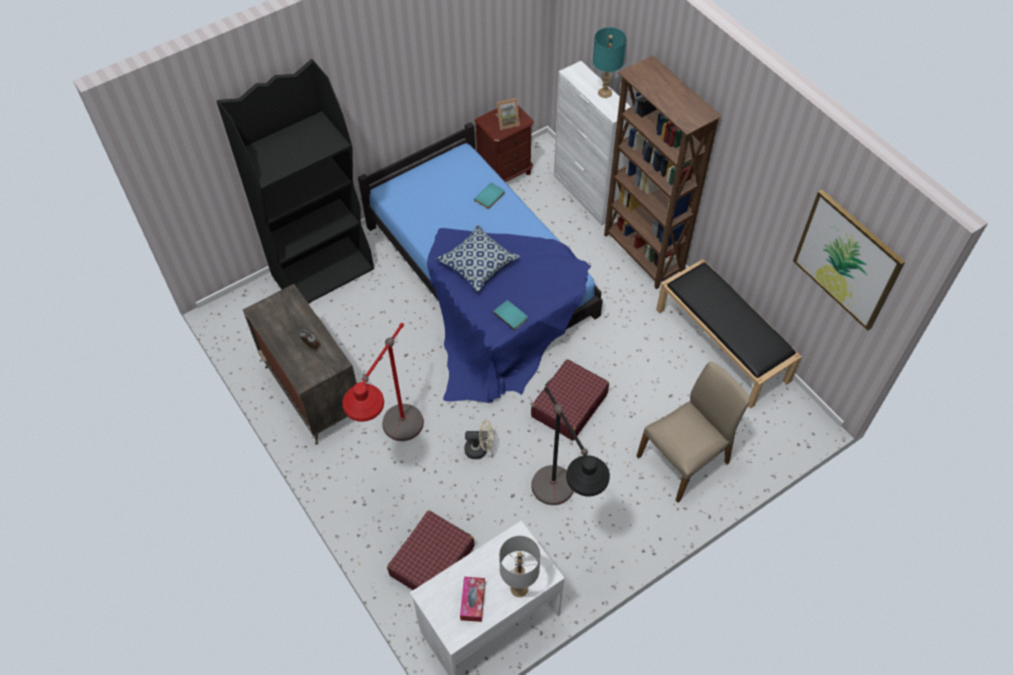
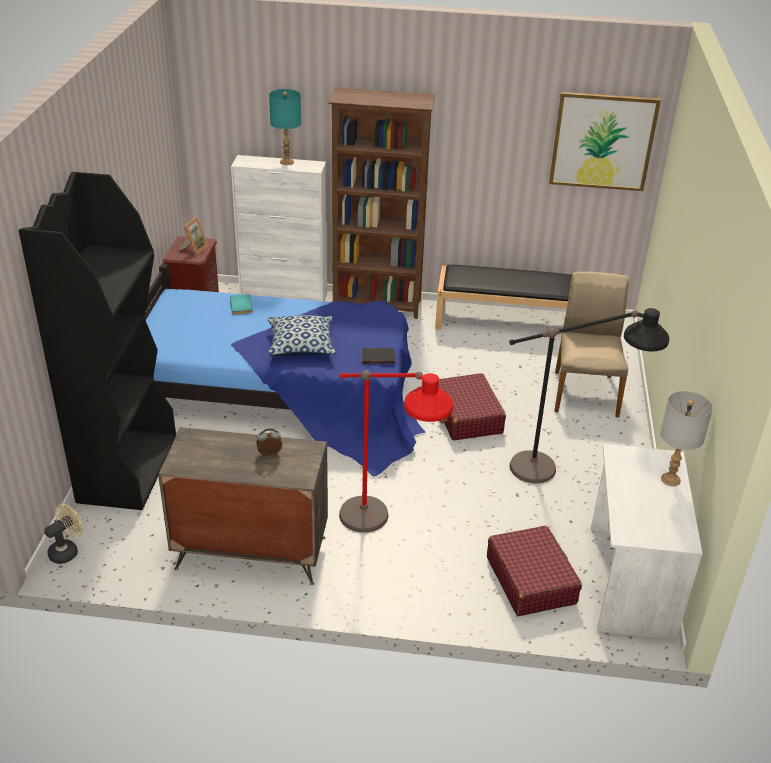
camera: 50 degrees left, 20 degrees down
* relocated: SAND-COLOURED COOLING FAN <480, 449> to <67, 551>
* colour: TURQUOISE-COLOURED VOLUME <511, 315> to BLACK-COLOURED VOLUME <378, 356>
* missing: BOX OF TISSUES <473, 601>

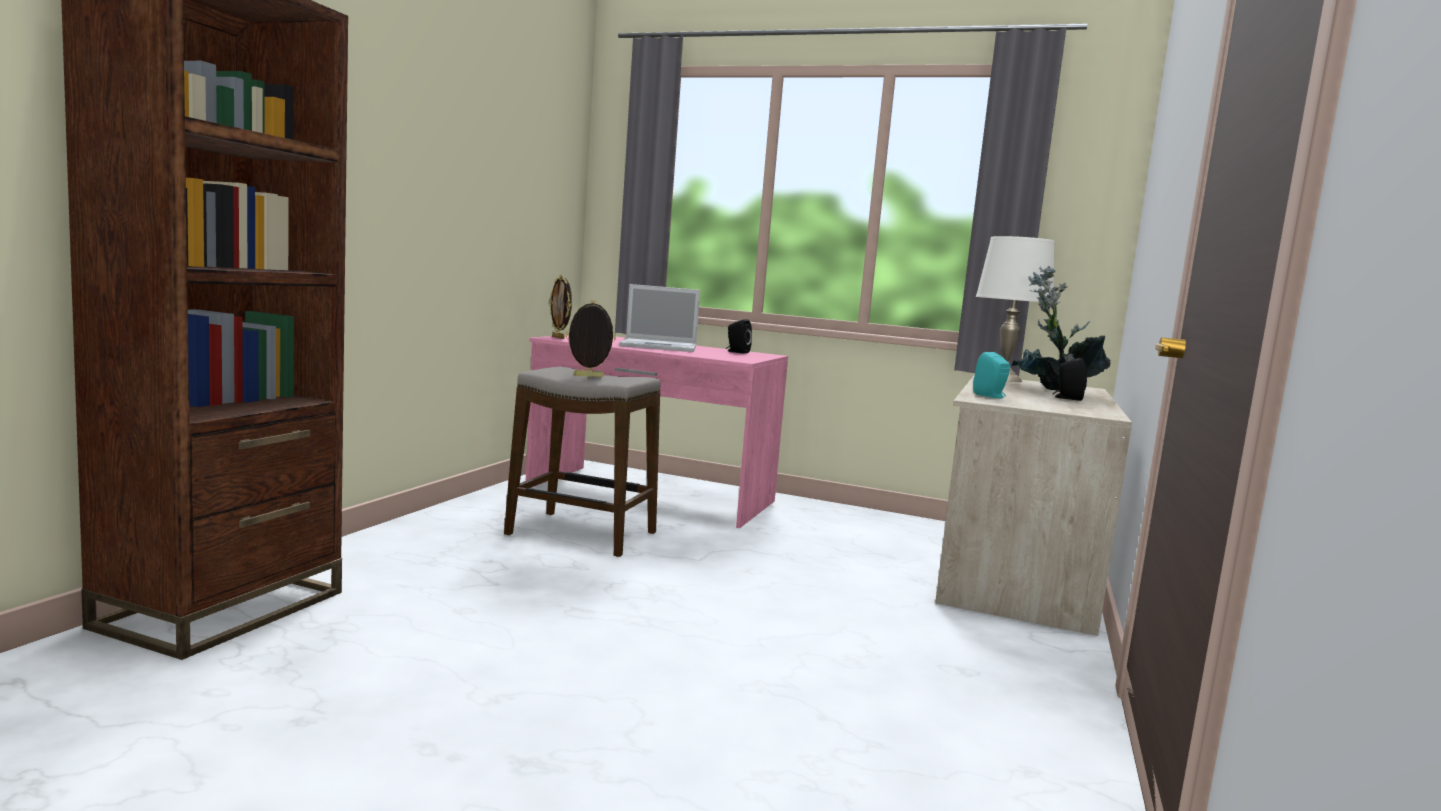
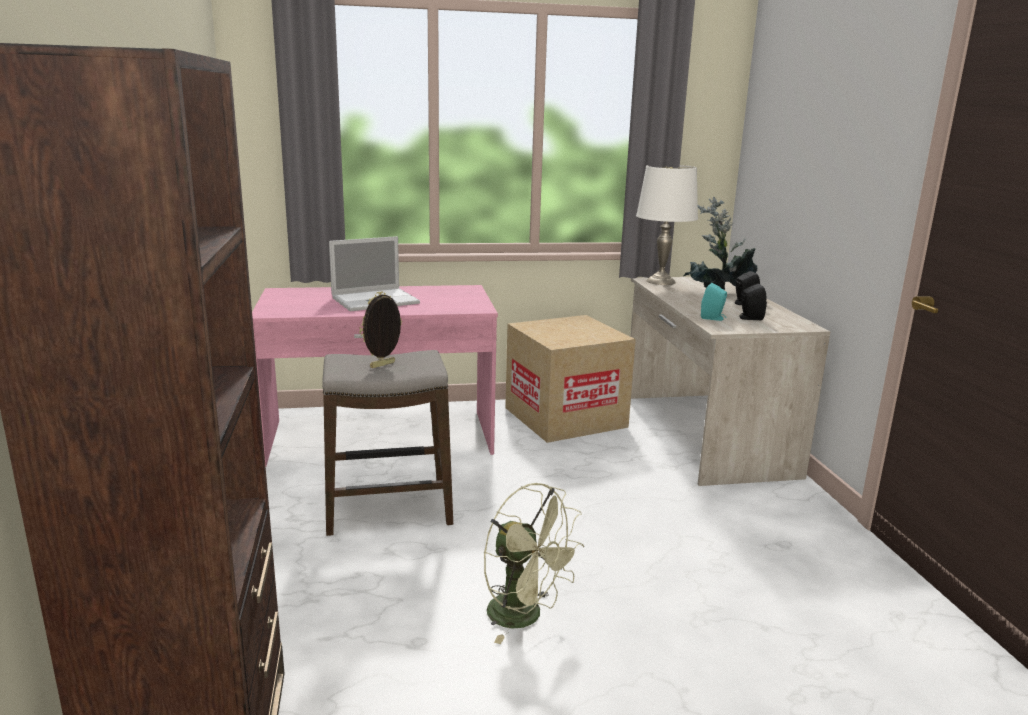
camera: 30 degrees left, 10 degrees up
* appeared: GREEN-COLOURED COOLING FAN <525, 617>
* appeared: CARTON <565, 417>
* relocated: BLACK-COLOURED LOUDSPEAKER <736, 352> to <749, 318>
* missing: PHOTO FRAME <559, 337>

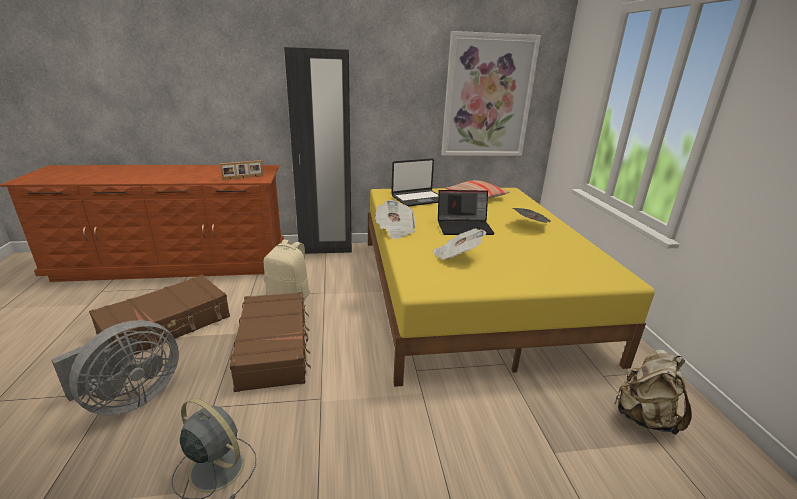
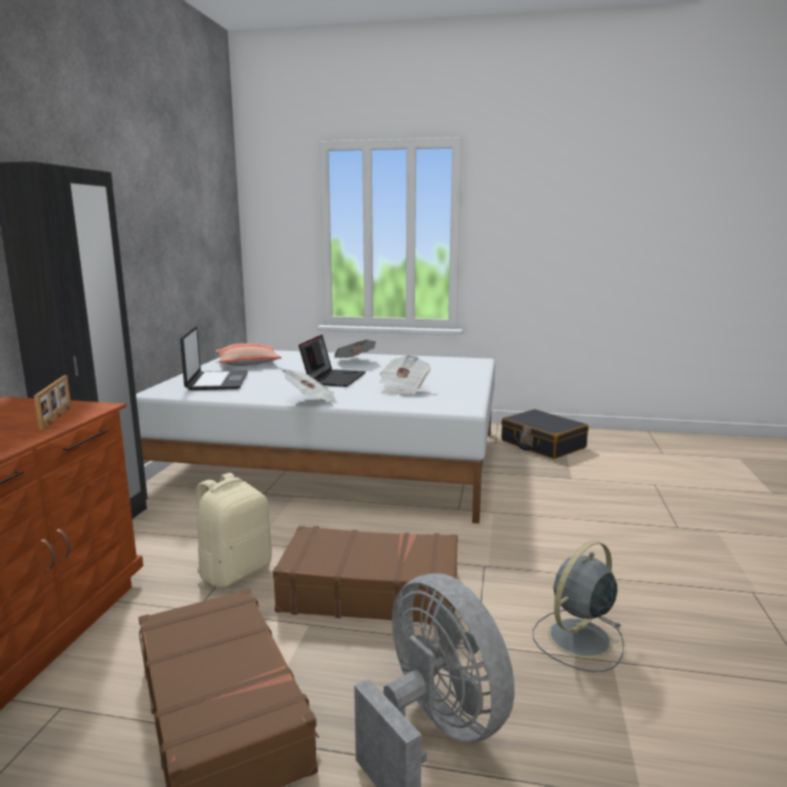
camera: 70 degrees left, 10 degrees down
* colour: YELLOW-COLOURED BEDROOM BED <469, 292> to WHITISH BEDROOM BED <335, 459>
* exchanged: SAND-COLOURED BACKPACK <644, 417> to BLACK-COLOURED PIECE OF LUGGAGE <542, 444>
* missing: PICTURE <488, 97>

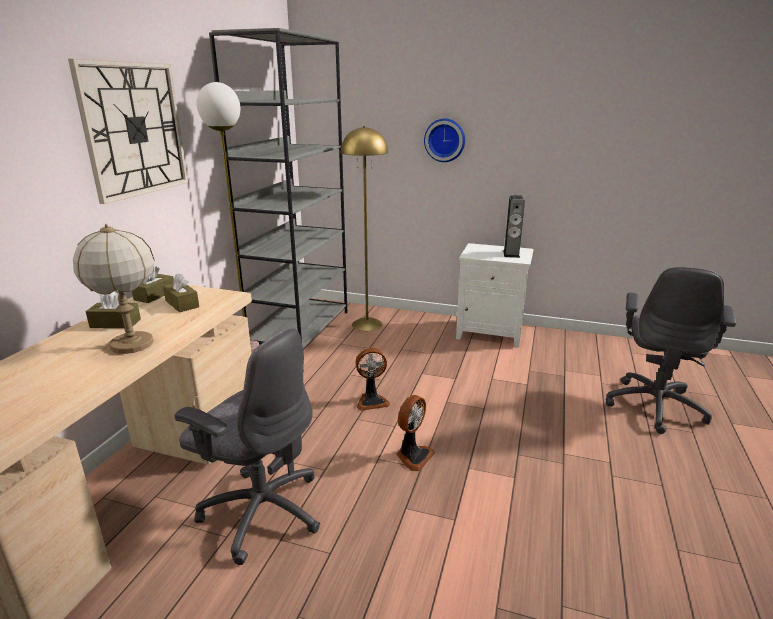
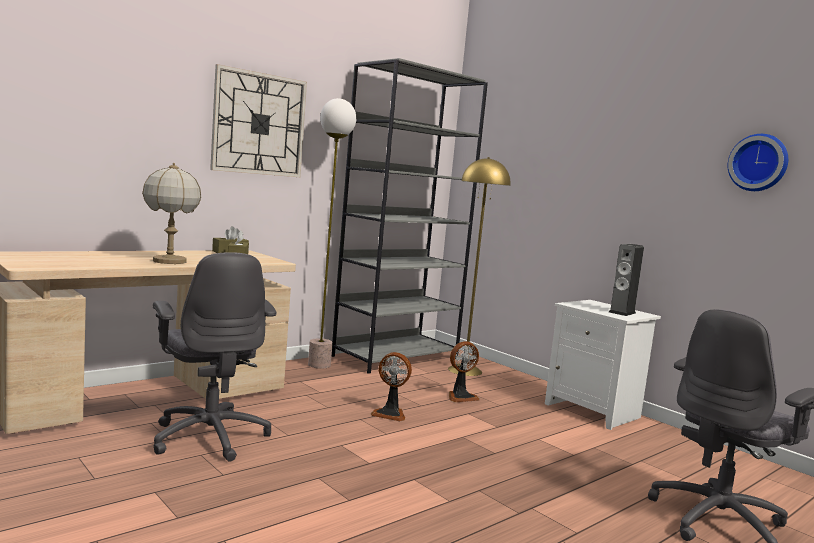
camera: 30 degrees right, 15 degrees down
* relocated: COOLING FAN <413, 456> to <460, 397>
* relocated: CLOCK ON THE WALL <445, 140> to <759, 163>
* missing: BROWN-COLOURED BOX OF TISSUES <115, 323>

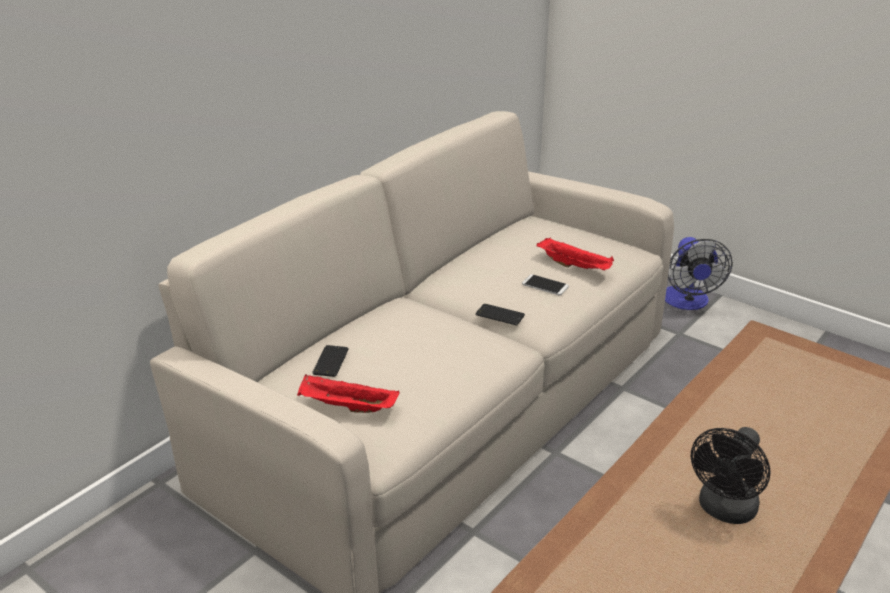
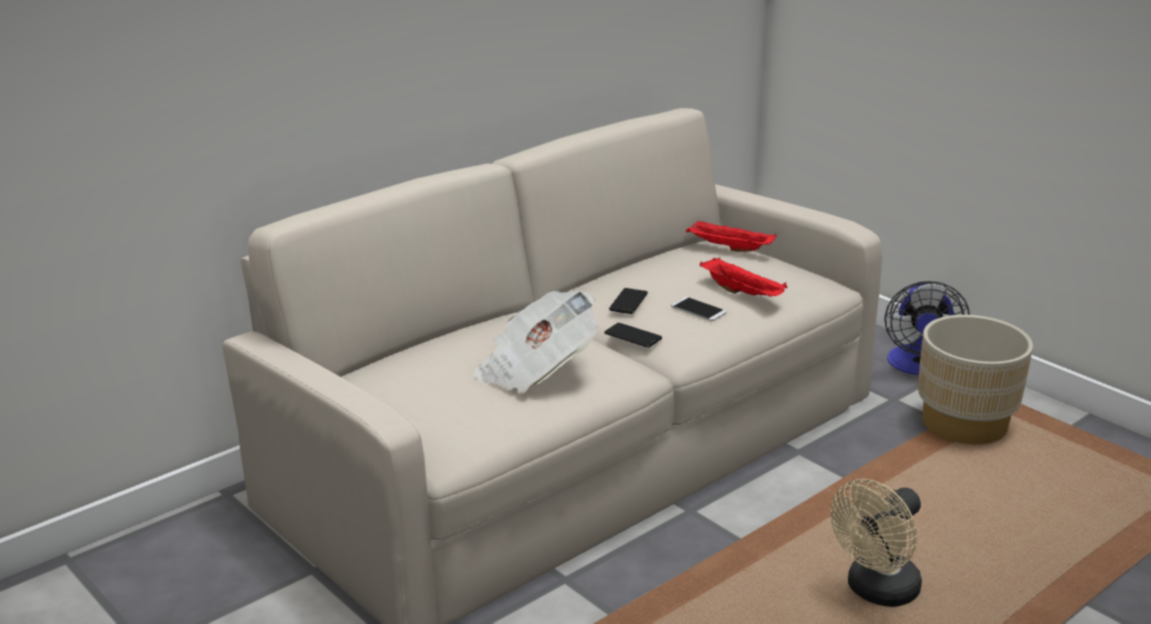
camera: 10 degrees right, 5 degrees down
* appeared: PRINTED PAPER <535, 370>
* relocated: TELEPHONE <330, 361> to <628, 302>
* relocated: REDDISH CARRYING TRAY <346, 407> to <727, 248>
* colour: BLACK-COLOURED COOLING FAN <724, 511> to SAND-COLOURED COOLING FAN <876, 592>
* appeared: SAND-COLOURED FLOWER POT <964, 424>

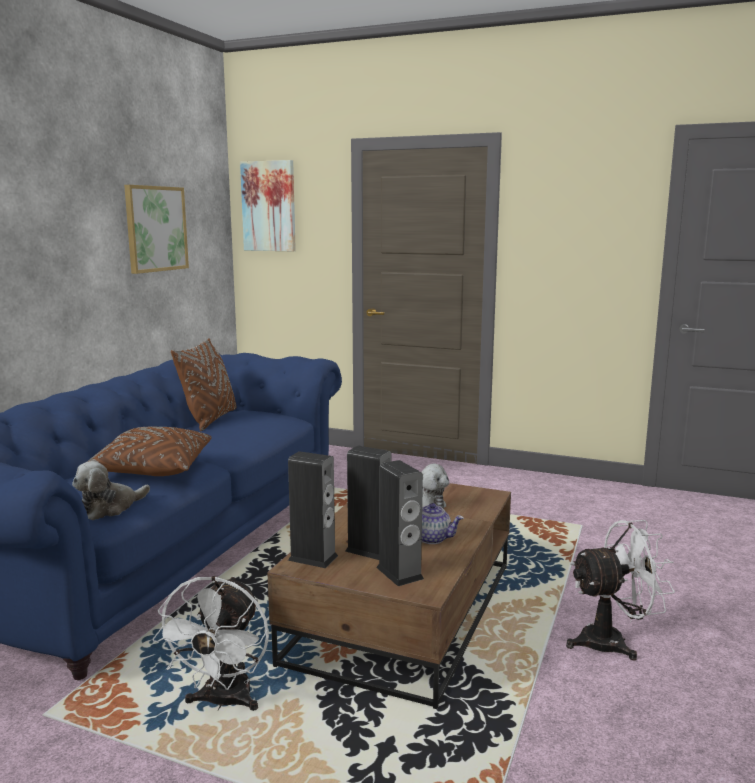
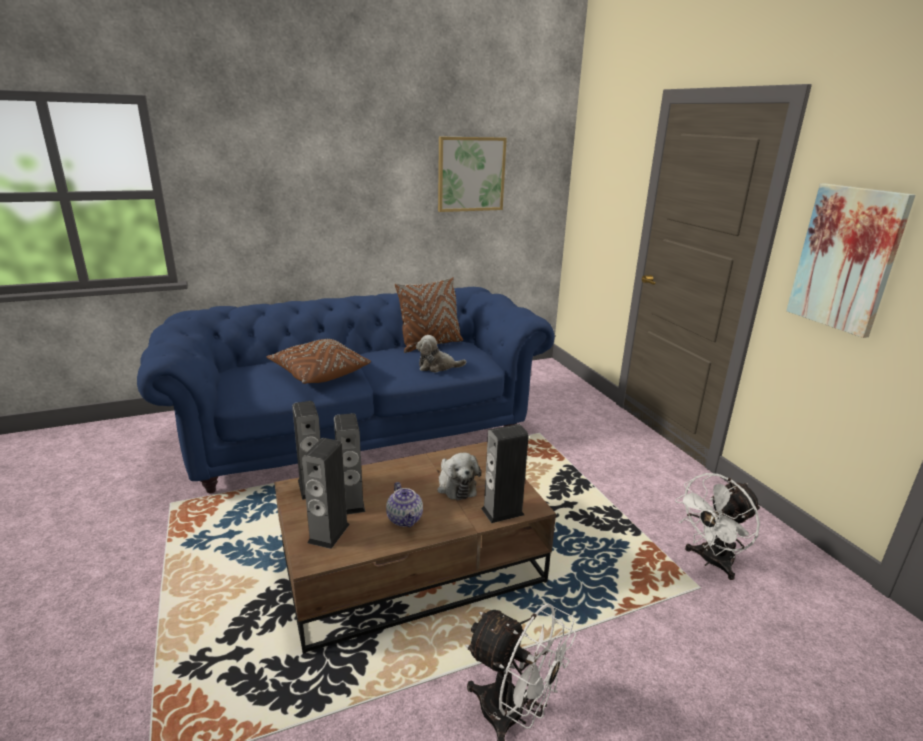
camera: 45 degrees right, 10 degrees up
* relocated: PLUSH TOY <110, 508> to <437, 366>
* appeared: LOUDSPEAKER <502, 511>
* relocated: WHITISH COOLING FAN <223, 702> to <710, 562>
* relocated: PICTURE <269, 206> to <846, 259>

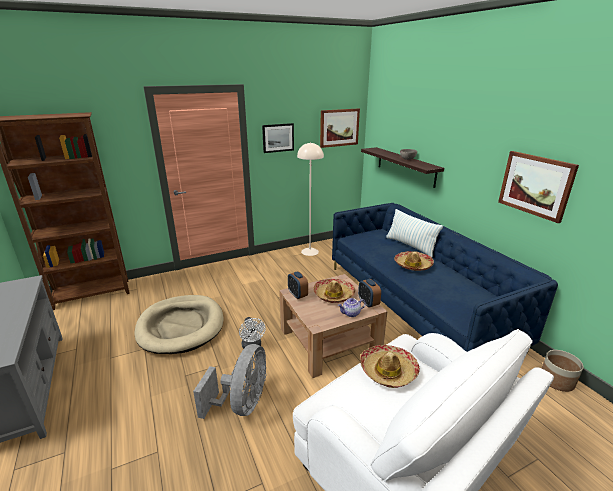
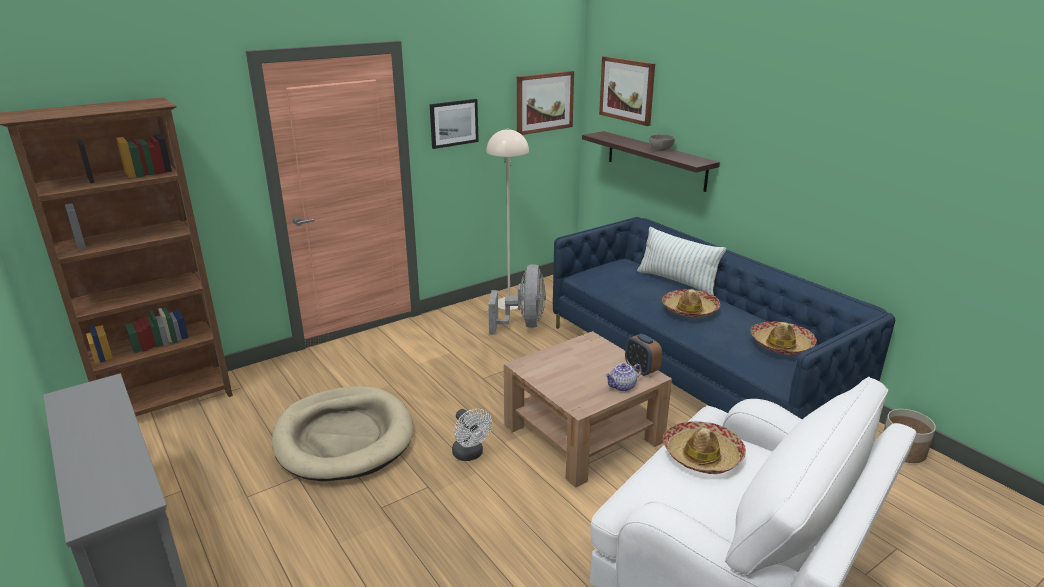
camera: 10 degrees left, 0 degrees up
* relocated: GRAY COOLING FAN <242, 403> to <523, 324>
* relocated: PICTURE <535, 185> to <627, 90>
* relocated: WEARABLE HAT <334, 295> to <781, 344>
* missing: ALARM CLOCK <297, 295>

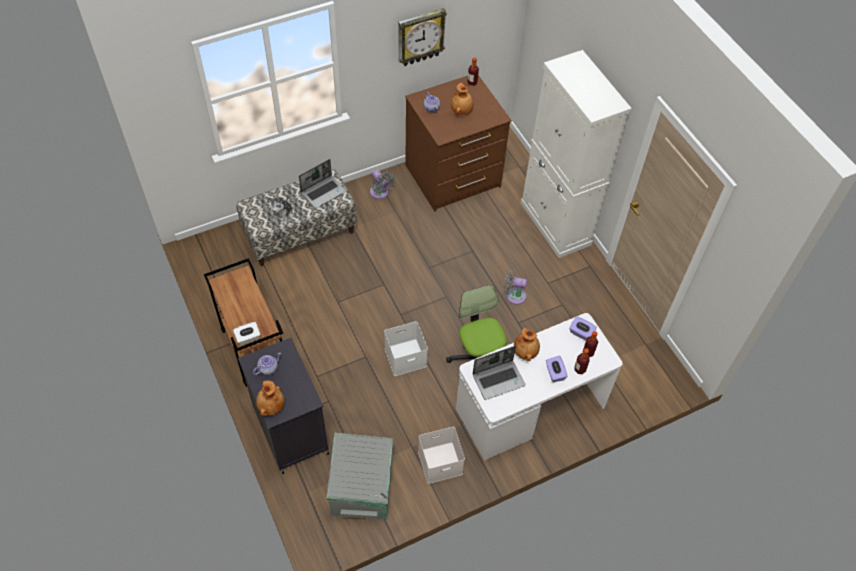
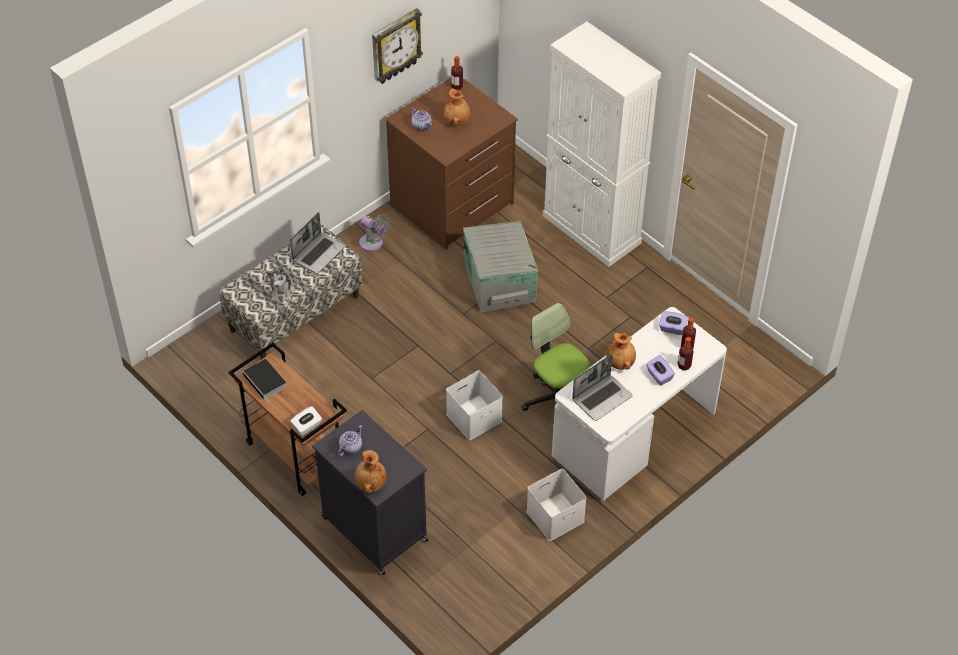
camera: 15 degrees left, 5 degrees down
* appeared: VOLUME <266, 382>
* relocated: GRAY STORAGE BIN <363, 485> to <500, 281>
* missing: GRAY COOLING FAN <513, 295>

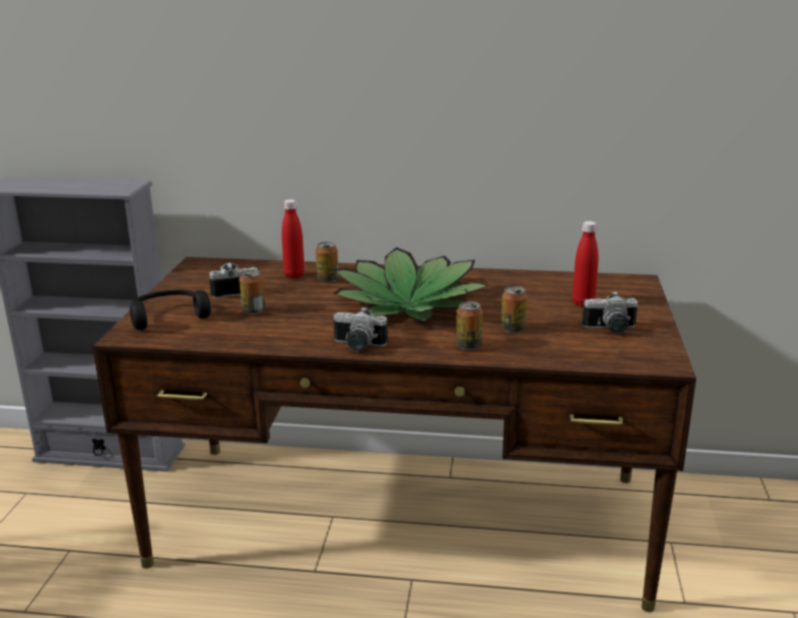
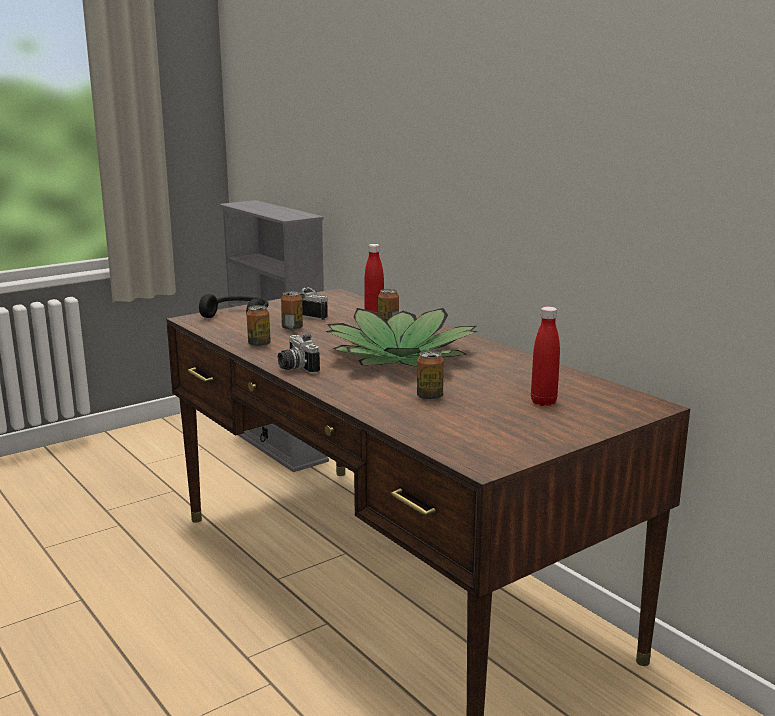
camera: 45 degrees right, 5 degrees down
* relocated: SEALED CAN <468, 346> to <259, 345>
* missing: STILL CAMERA <611, 330>

